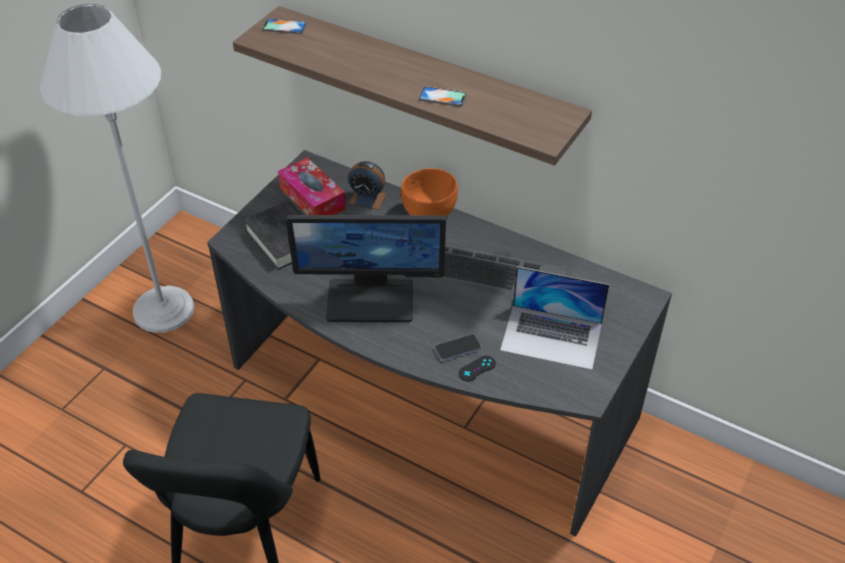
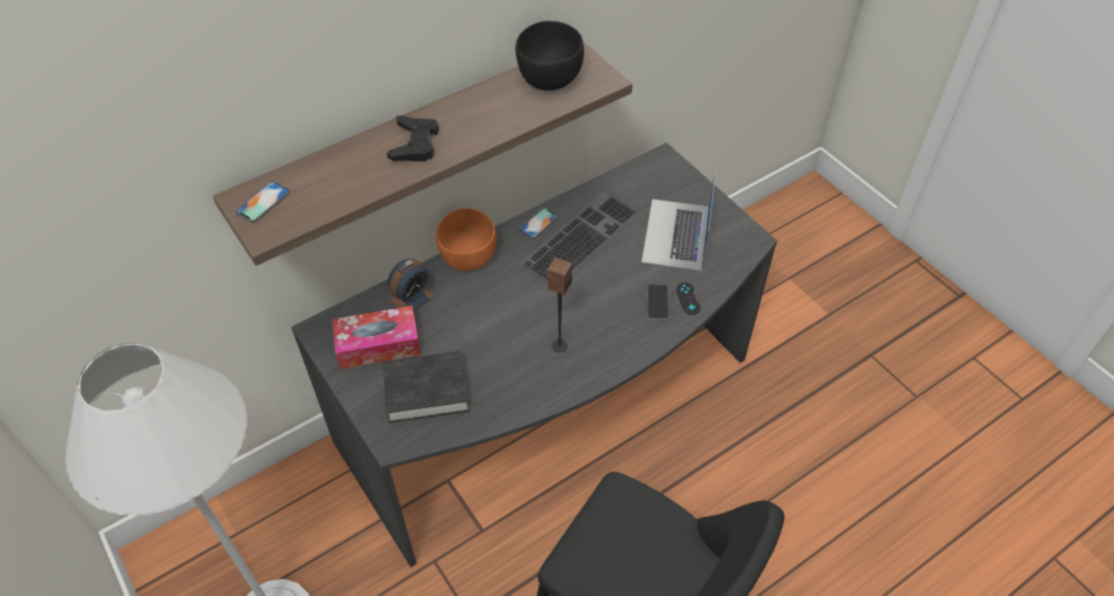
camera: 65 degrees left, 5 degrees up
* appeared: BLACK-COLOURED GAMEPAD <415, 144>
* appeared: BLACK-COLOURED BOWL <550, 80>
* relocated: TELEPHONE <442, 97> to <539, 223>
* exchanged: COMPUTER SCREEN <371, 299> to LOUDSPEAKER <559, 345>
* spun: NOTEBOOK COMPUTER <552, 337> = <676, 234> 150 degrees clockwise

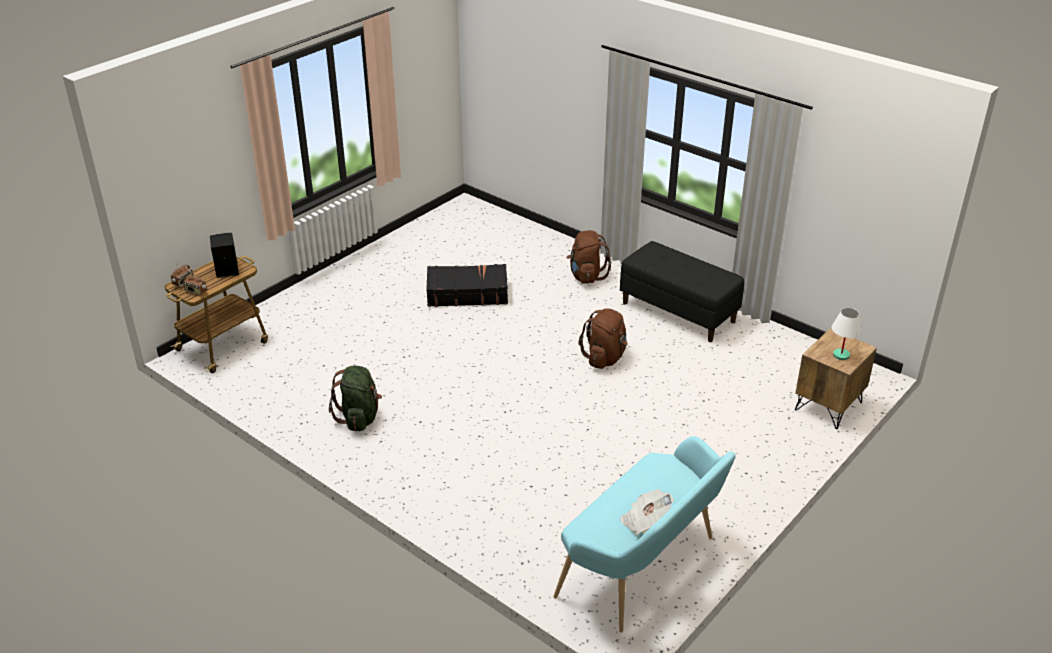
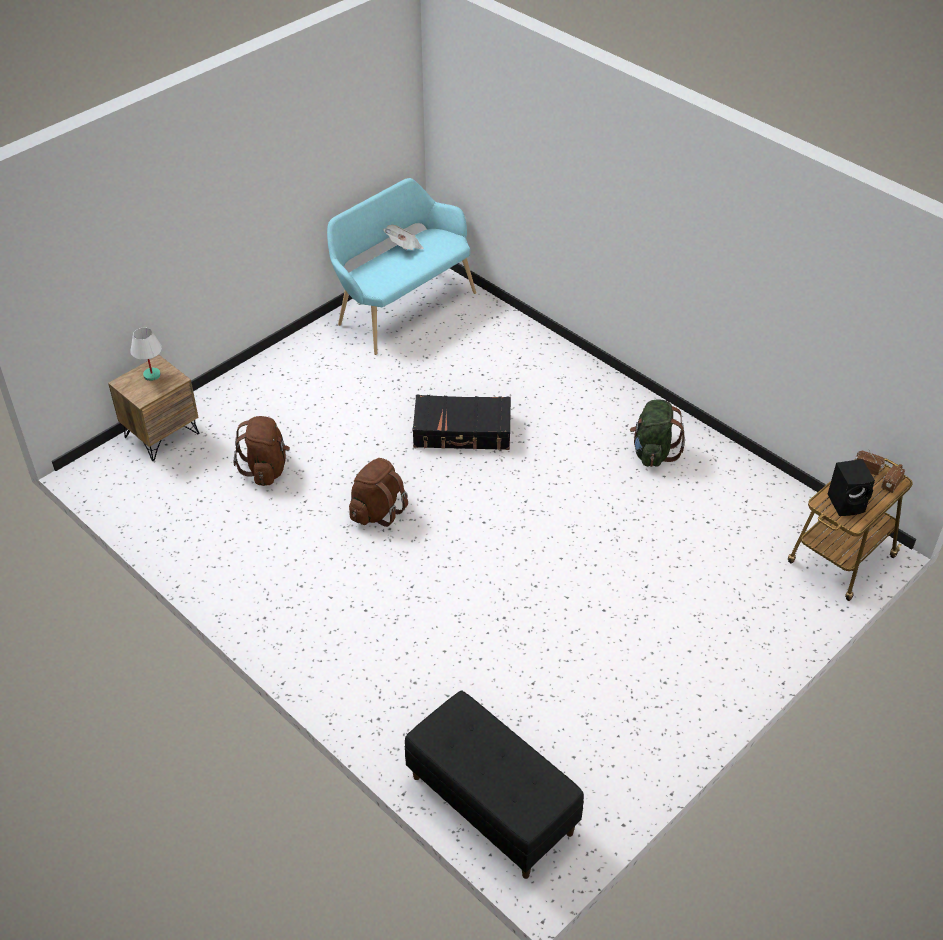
camera: 175 degrees left, 10 degrees up
* relocated: BROWN-COLOURED BACKPACK <586, 276> to <266, 469>
* relocated: BLACK-COLOURED INDOOR BENCH <679, 312> to <490, 805>
* relocated: BLACK-COLOURED PIECE OF LUGGAGE <467, 293> to <462, 432>

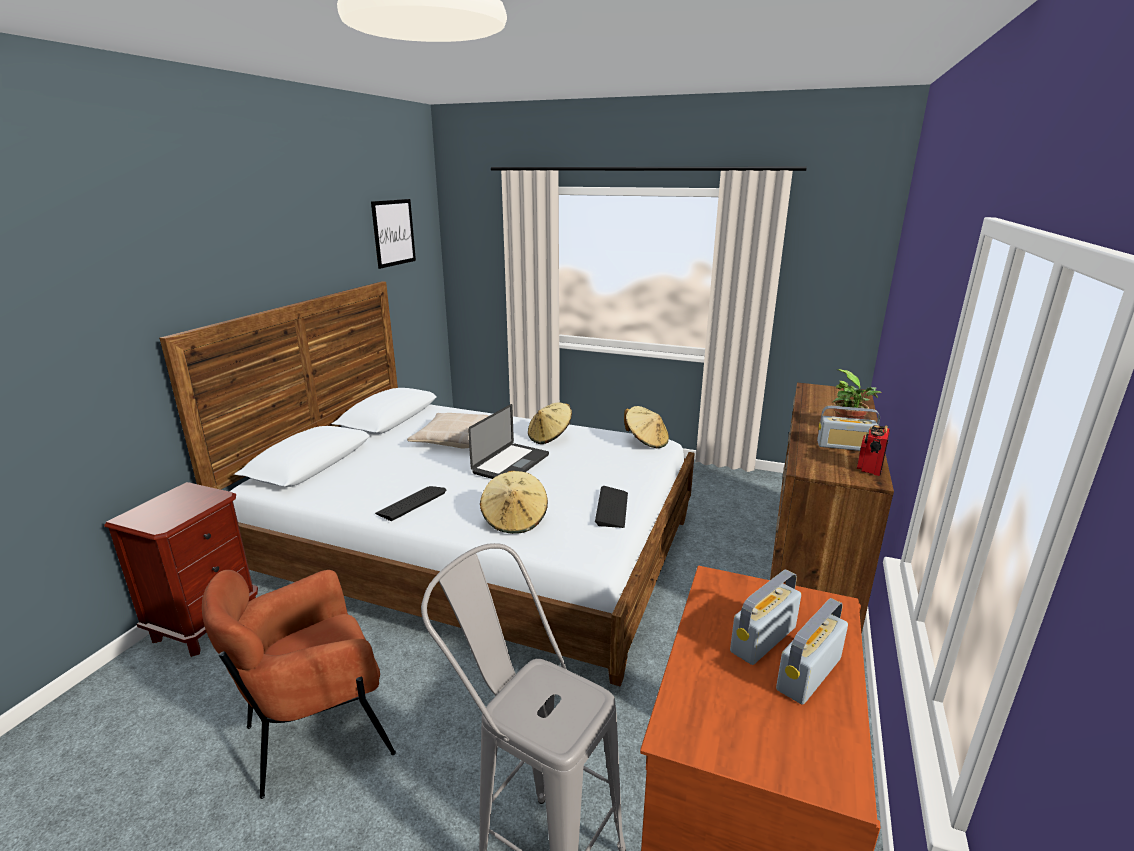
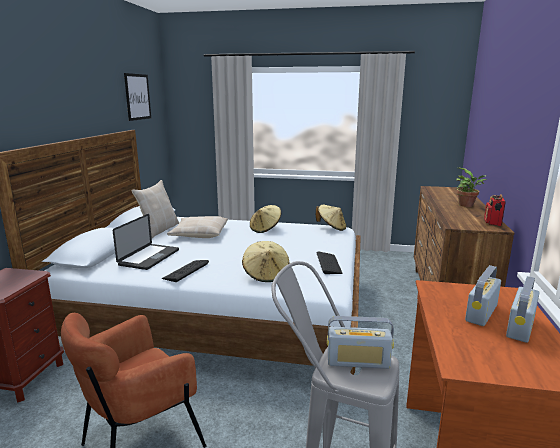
camera: 10 degrees left, 5 degrees down
* relocated: NOTEBOOK COMPUTER <511, 464> to <149, 257>
* appeared: SAND-COLOURED CUSHION <159, 230>
* relocated: RADIO RECEIVER <844, 446> to <358, 361>

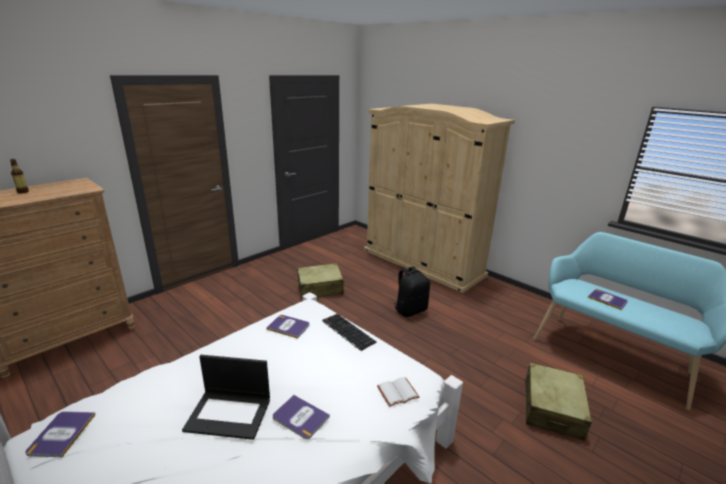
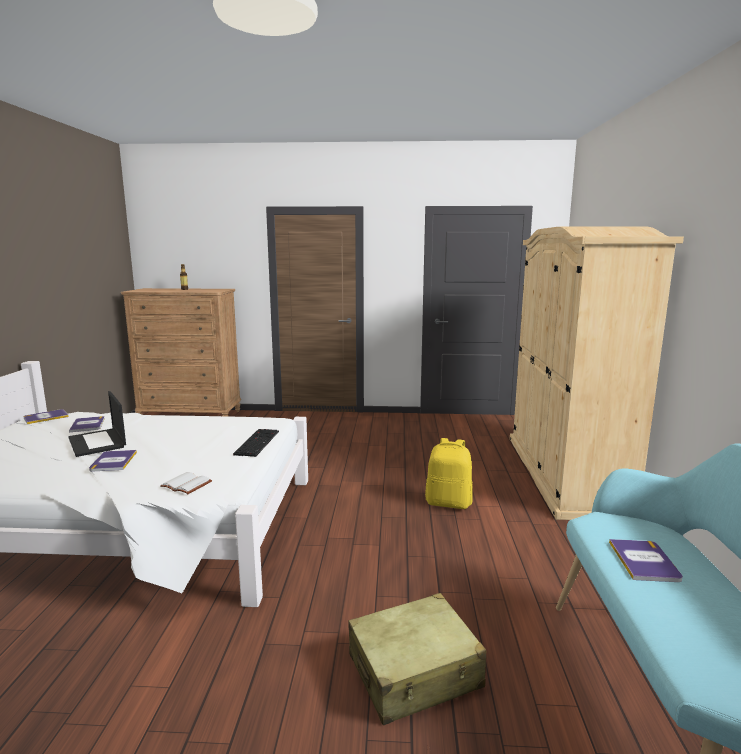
camera: 50 degrees right, 10 degrees down
* relocated: VOLUME <288, 326> to <87, 425>
* colour: BLACK-COLOURED BACKPACK <410, 310> to YELLOW-COLOURED BACKPACK <449, 503>
* missing: SAND-COLOURED PIECE OF LUGGAGE <320, 288>

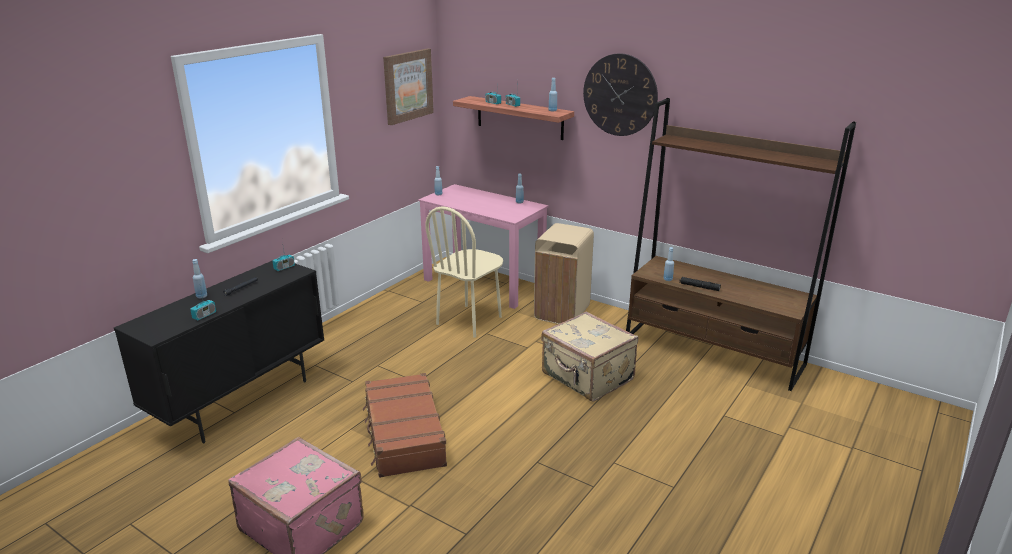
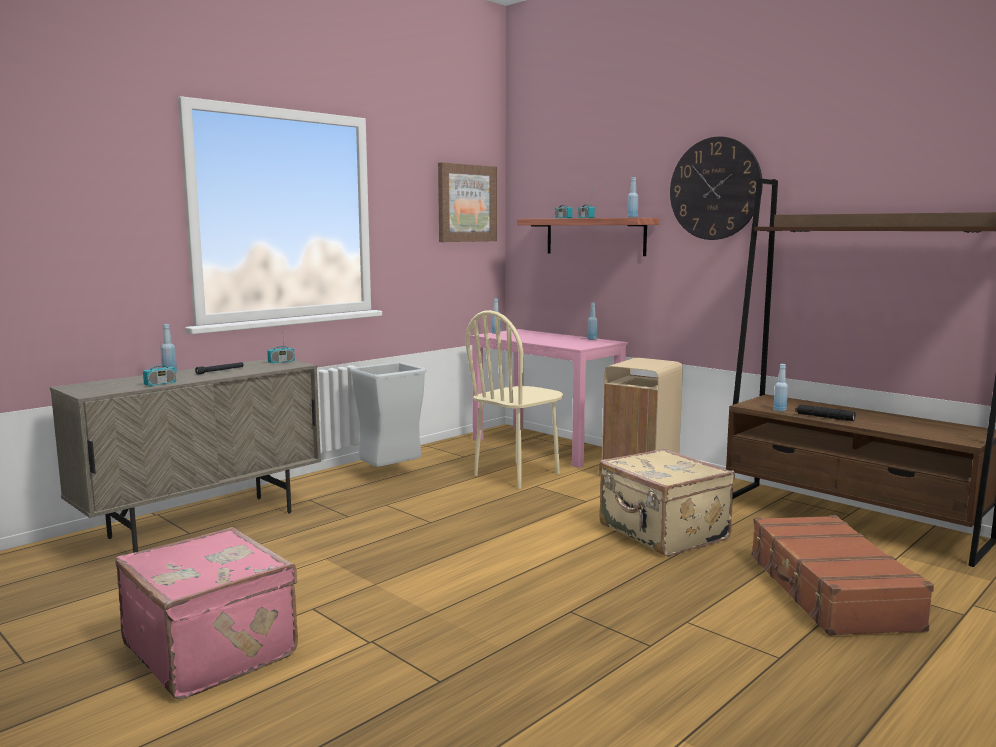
camera: 10 degrees right, 15 degrees down
* colour: BLACK-COLOURED CABINET <242, 402> to SAND-COLOURED CABINET <204, 525>
* appeared: GRAY RUBBISH BIN <390, 475>
* relocated: BROWN-COLOURED PIECE OF LUGGAGE <403, 435> to <829, 591>

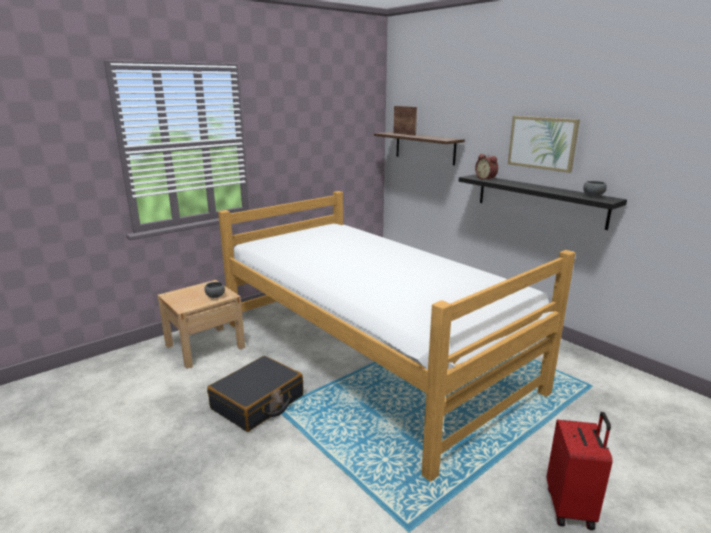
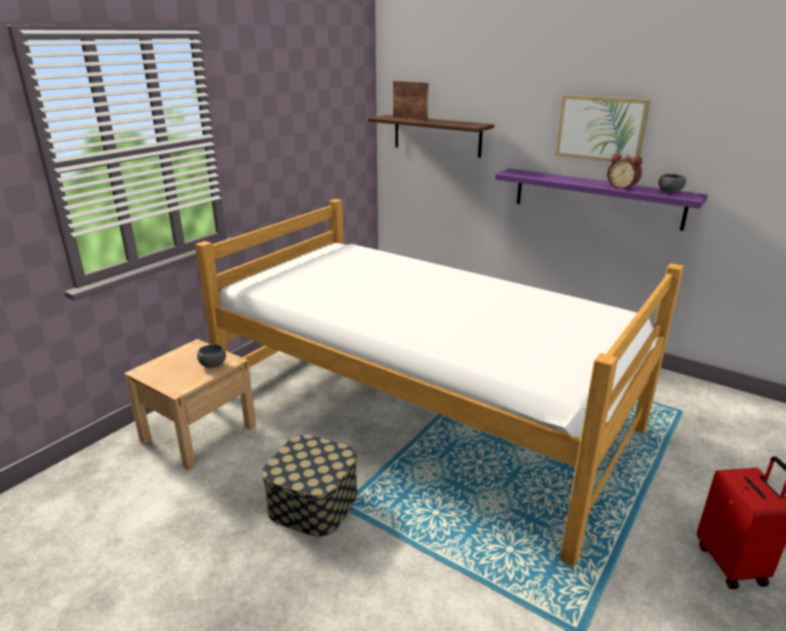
camera: 15 degrees left, 5 degrees up
* exchanged: BLACK-COLOURED PIECE OF LUGGAGE <258, 402> to STORAGE BIN <313, 502>
* colour: BLACK-COLOURED WALL SHELF <539, 200> to PURPLISH WALL SHELF <596, 198>
* relocated: ALARM CLOCK <486, 179> to <622, 187>

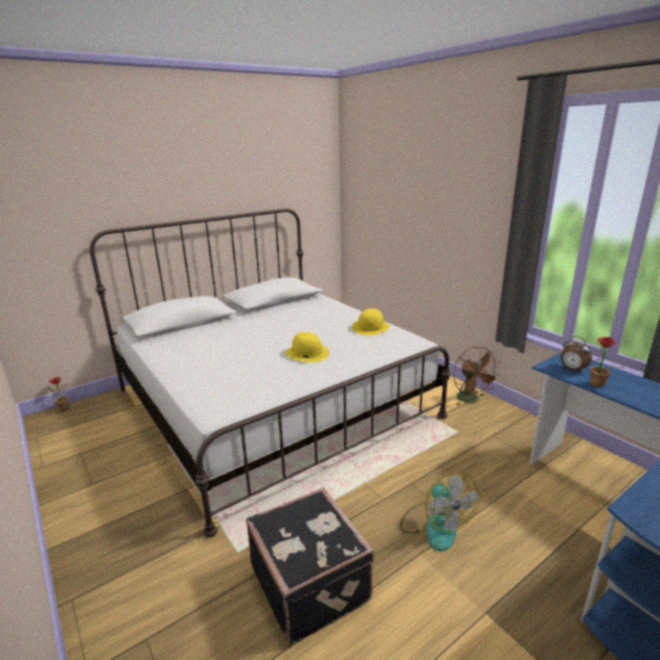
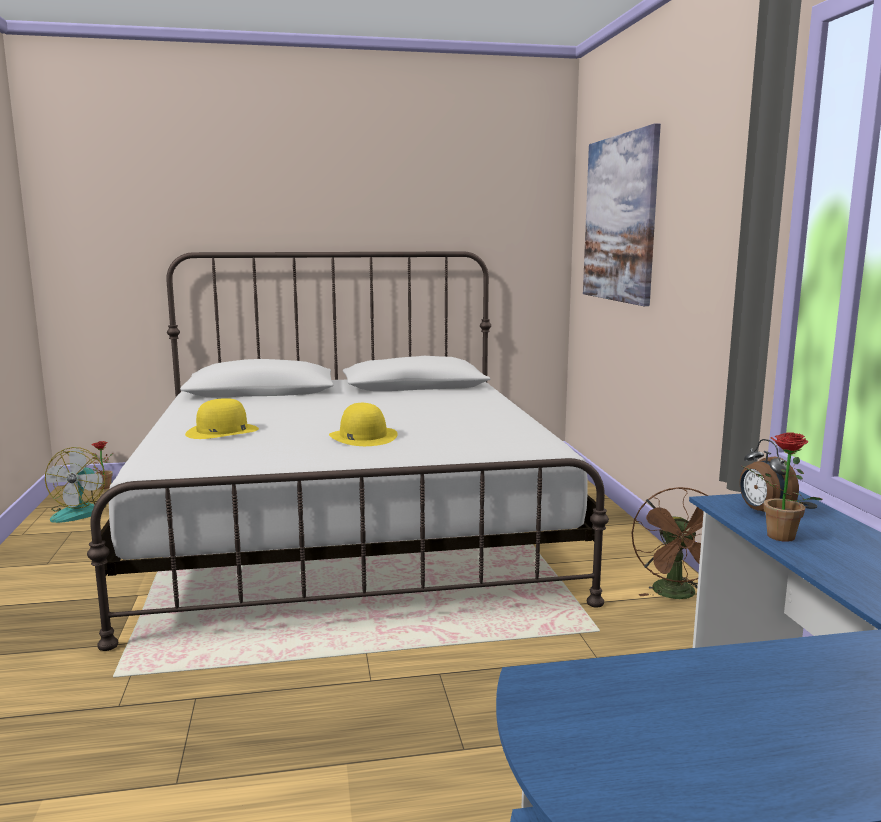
camera: 25 degrees right, 10 degrees down
* relocated: COOLING FAN <435, 525> to <80, 512>
* relocated: YELLOW-COLOURED WEARABLE HAT <370, 327> to <222, 431>
* appeared: PICTURE <619, 219>
* missing: BLACK-COLOURED PIECE OF LUGGAGE <311, 583>

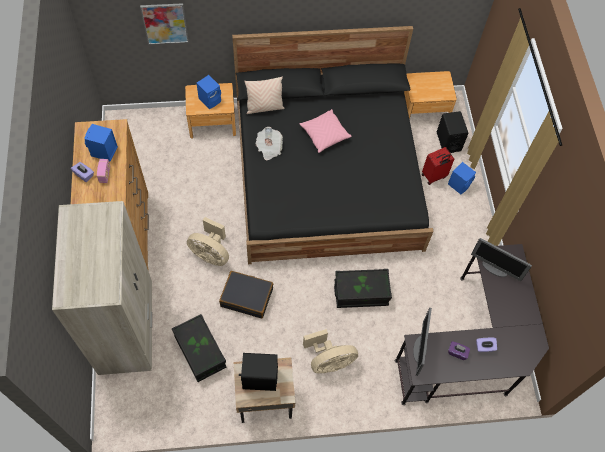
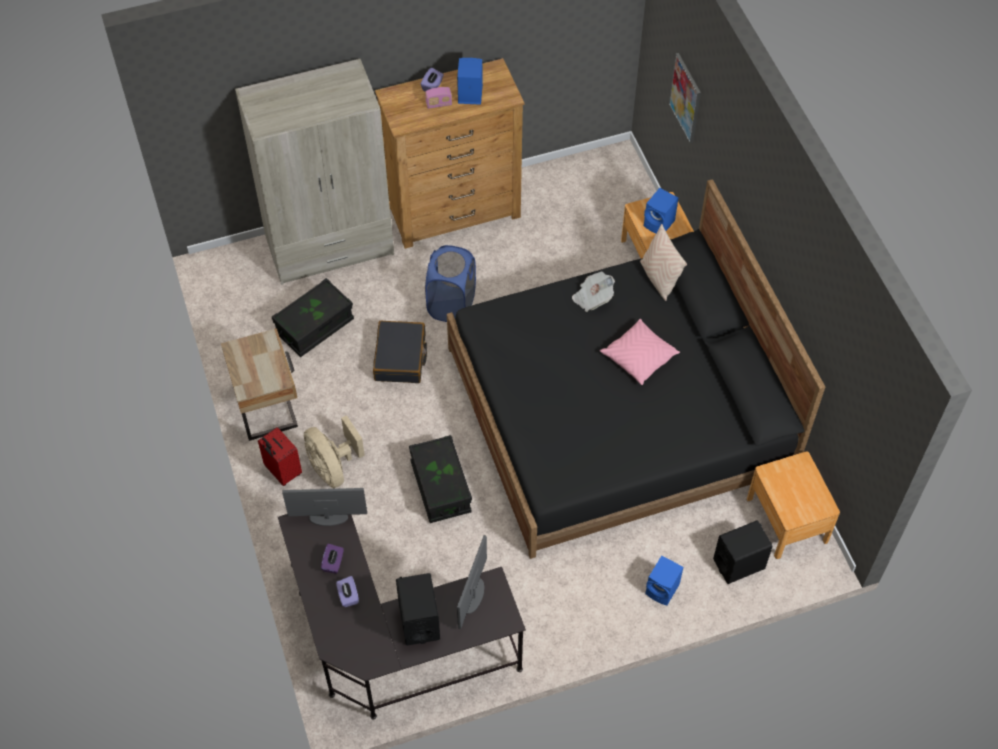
camera: 80 degrees right, 5 degrees down
* relocated: REDDISH PIECE OF LUGGAGE <434, 176> to <282, 472>
* relocated: BLACK-COLOURED LOUDSPEAKER <259, 378> to <419, 621>
* exchanged: SAND-COLOURED COOLING FAN <211, 254> to BLUISH HAMPER <451, 305>

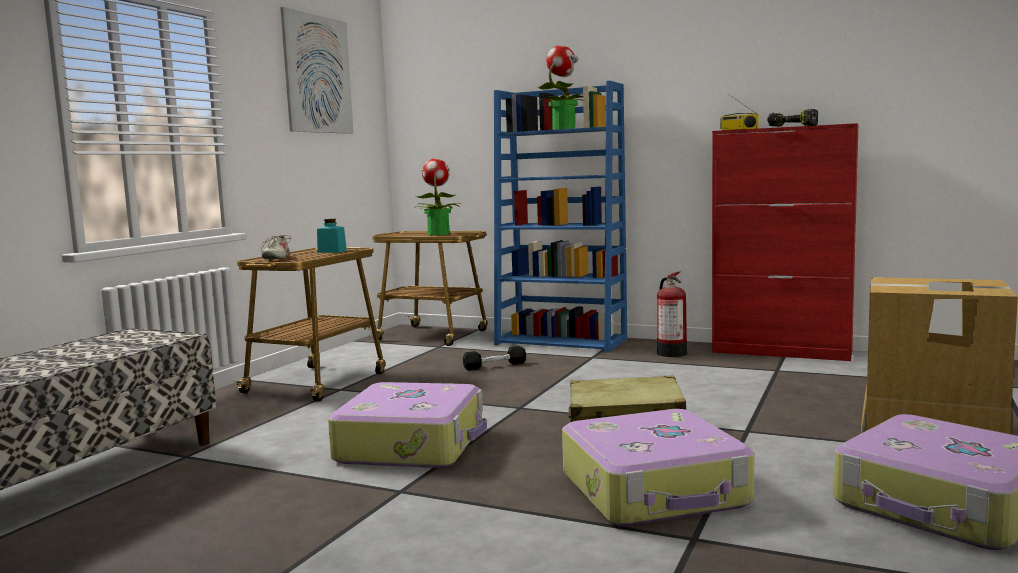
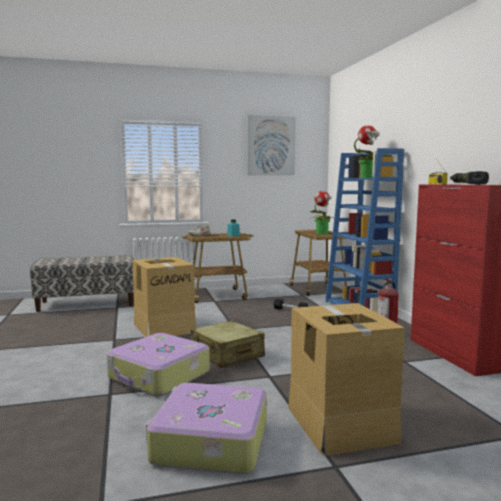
camera: 50 degrees right, 0 degrees up
* exchanged: PIECE OF LUGGAGE <412, 444> to CARTON <164, 327>

